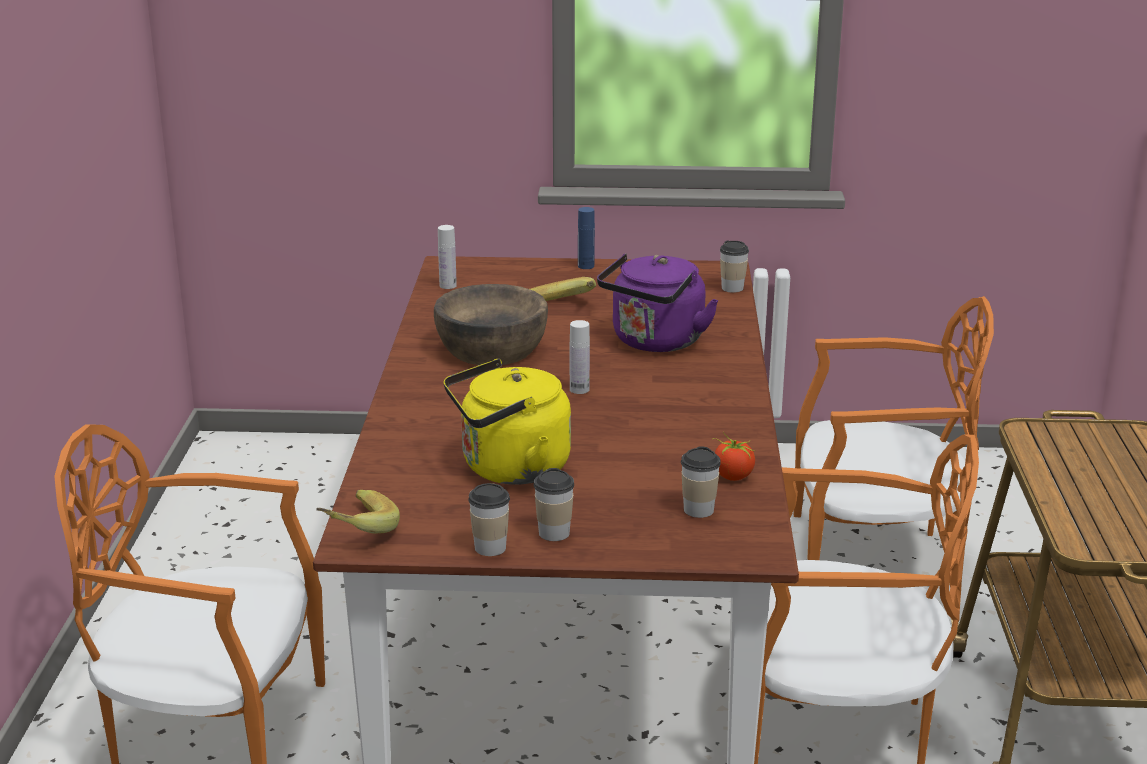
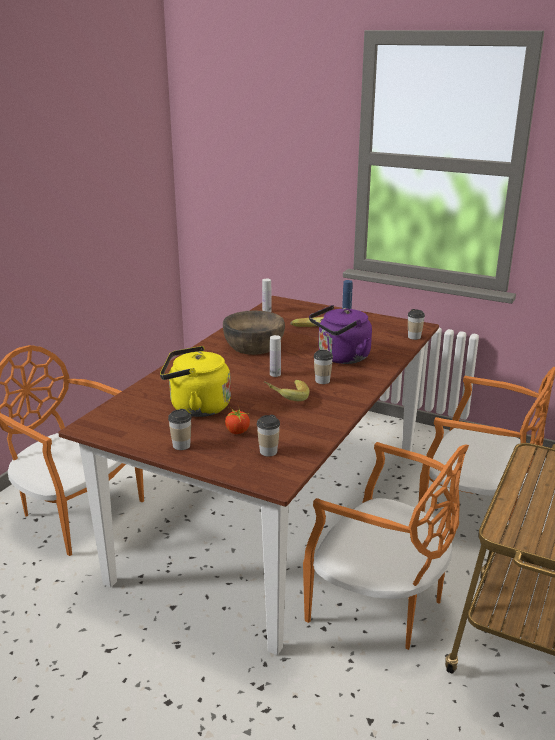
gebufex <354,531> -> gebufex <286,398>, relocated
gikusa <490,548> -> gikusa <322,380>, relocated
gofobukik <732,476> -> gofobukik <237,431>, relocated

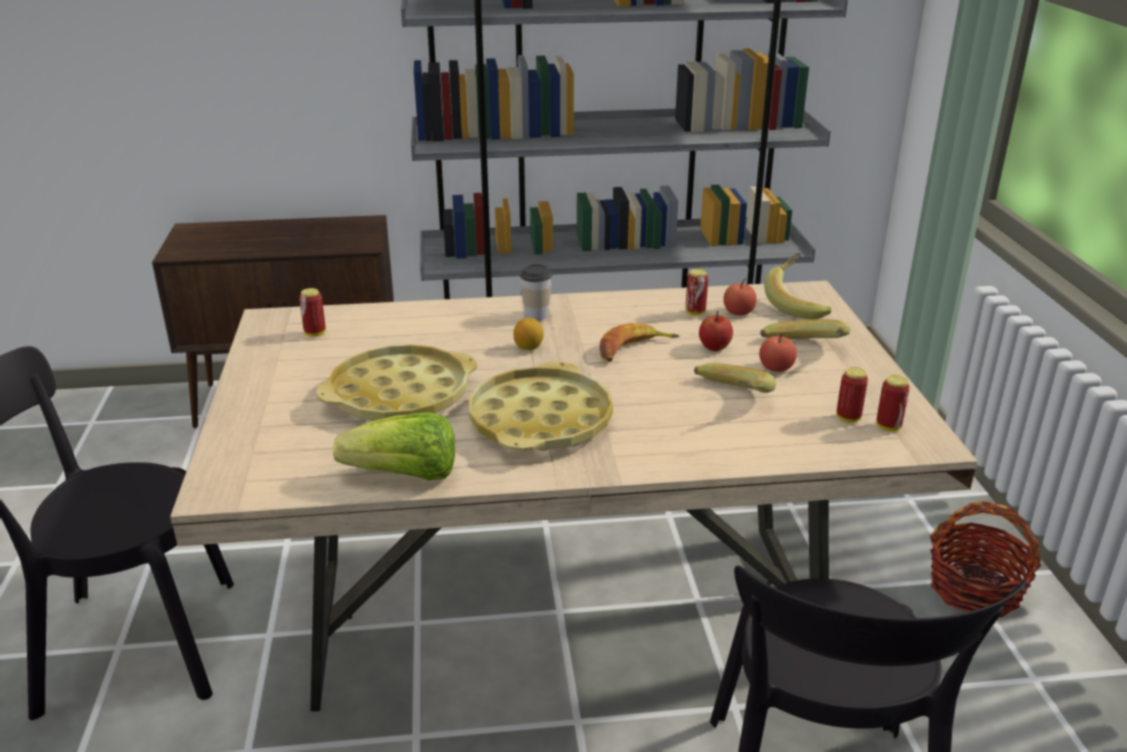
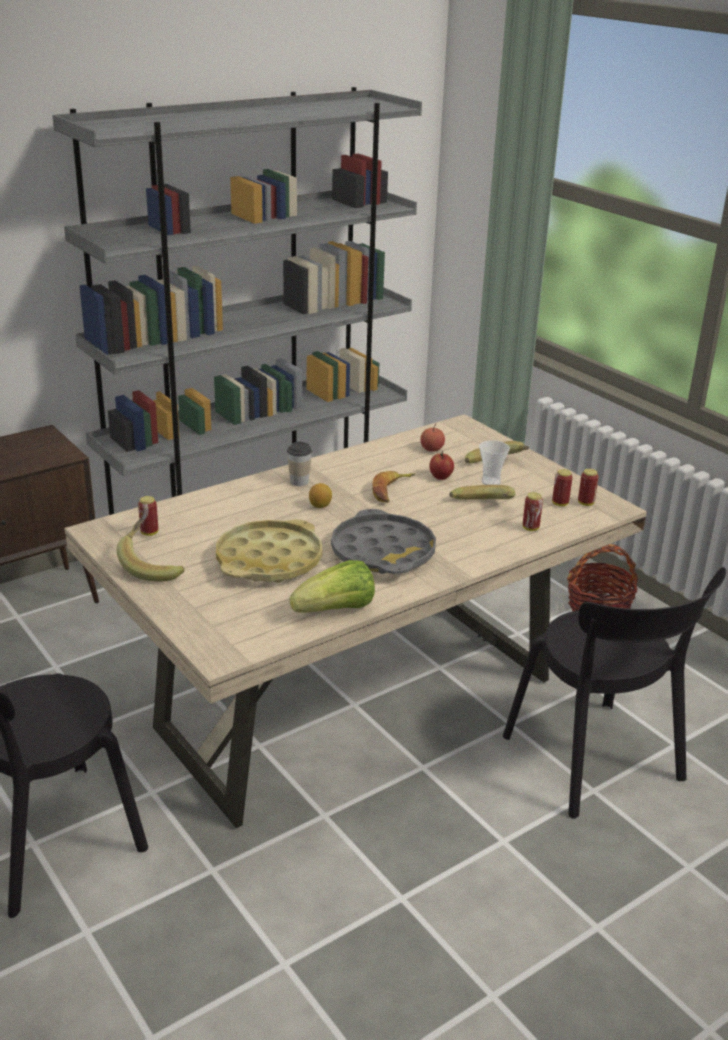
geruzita <695,313> -> geruzita <530,528>, relocated
gebufex <799,303> -> gebufex <153,565>, relocated
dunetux <776,368> -> gikusa <491,482>
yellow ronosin <541,420> -> grey ronosin <383,552>

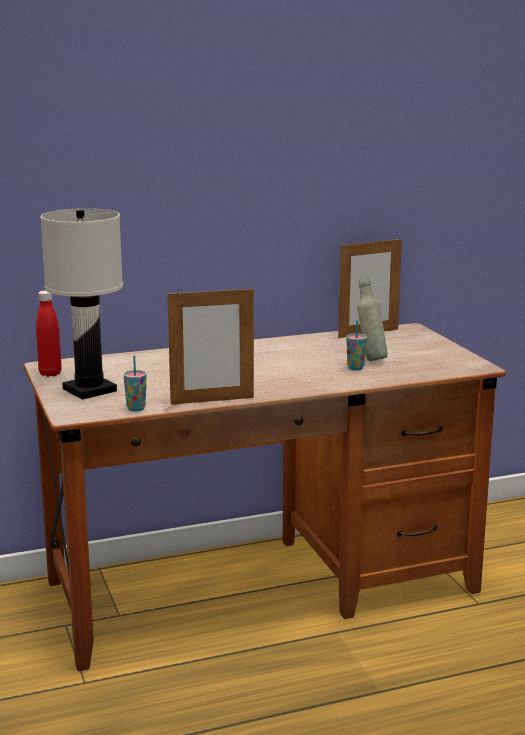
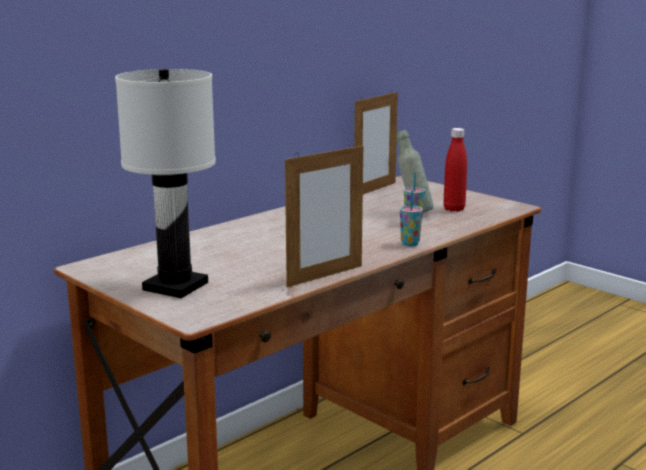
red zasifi <50,373> -> red zasifi <454,209>, relocated
gikusa <136,409> -> gikusa <410,244>, relocated

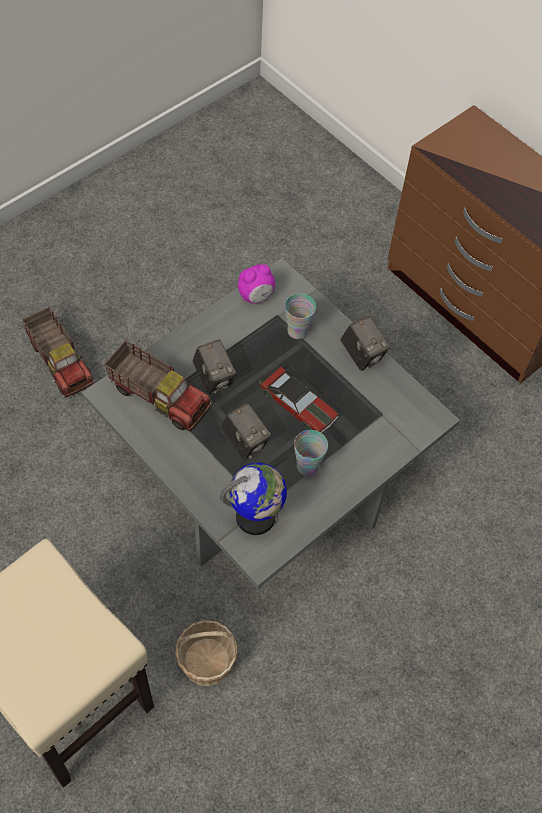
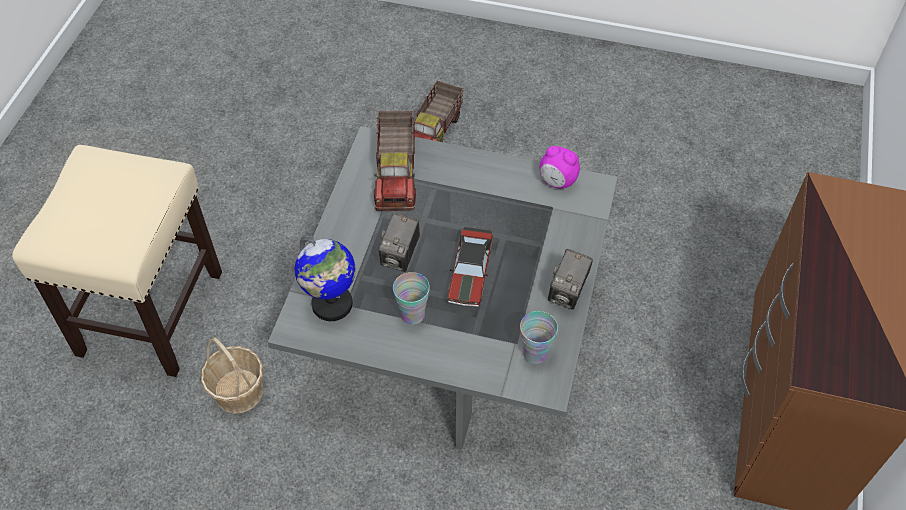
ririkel <214,378> -> none
gikusa <297,331> -> gikusa <535,353>, relocated

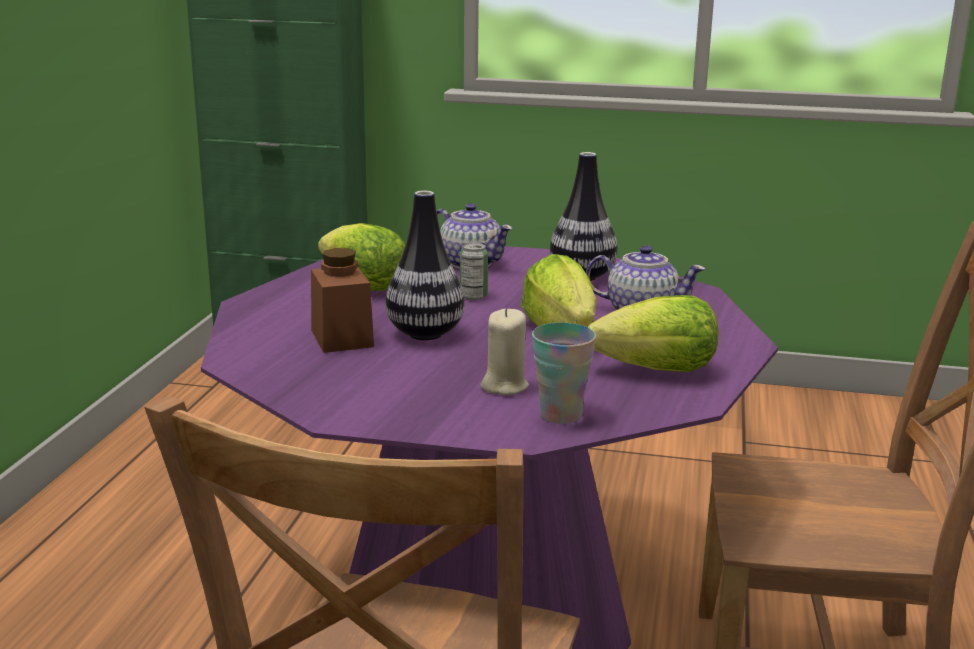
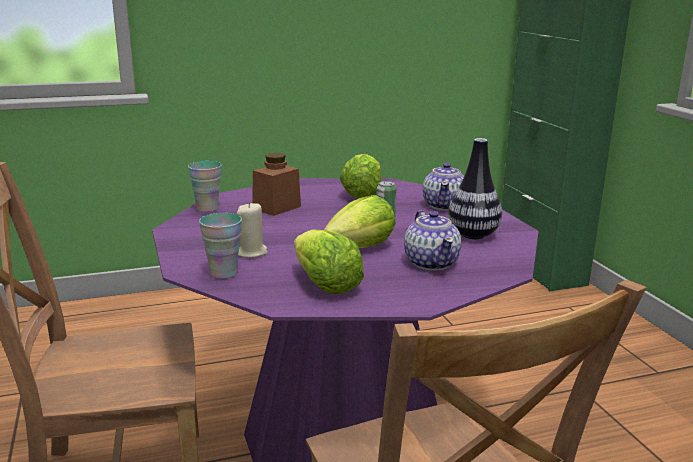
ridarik <425,334> -> none
none -> gikusa <207,208>

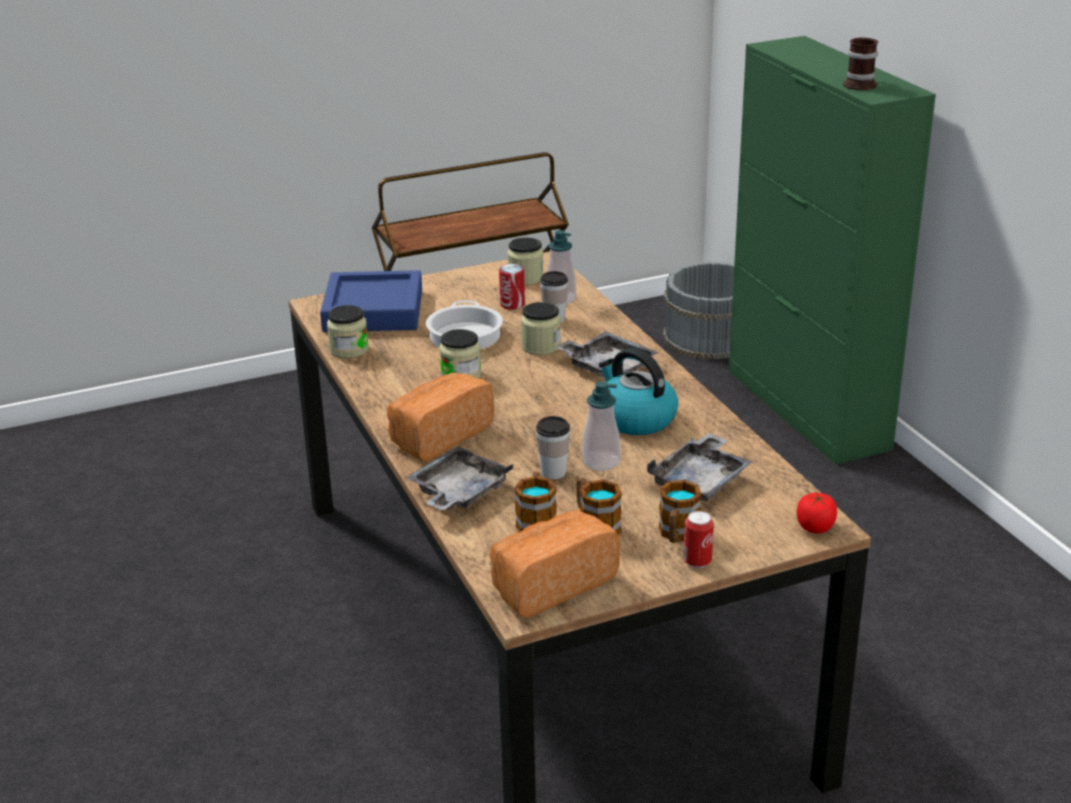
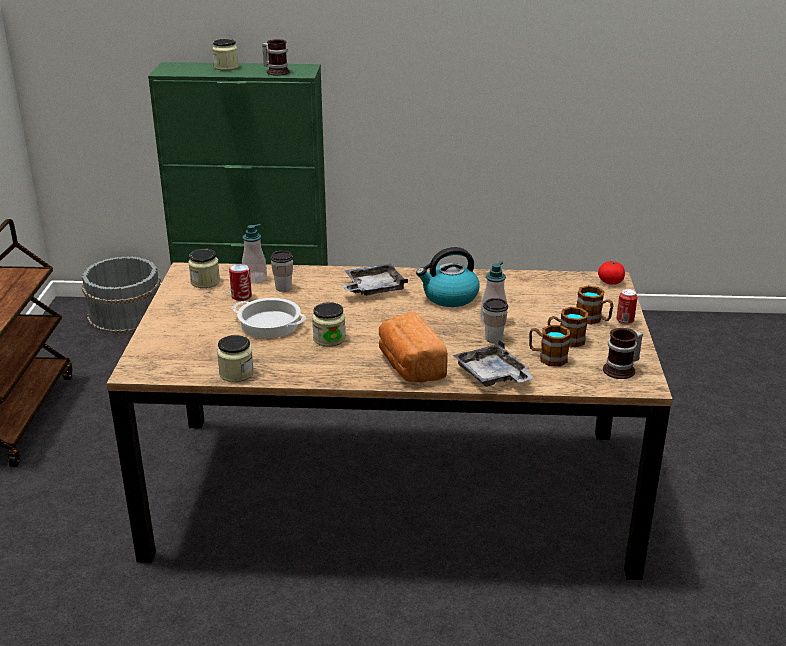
blue ronosin <373,311> -> none
grey ronosin <701,481> -> none
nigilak <541,347> -> nigilak <226,67>, relocated
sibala <550,584> -> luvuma <622,370>

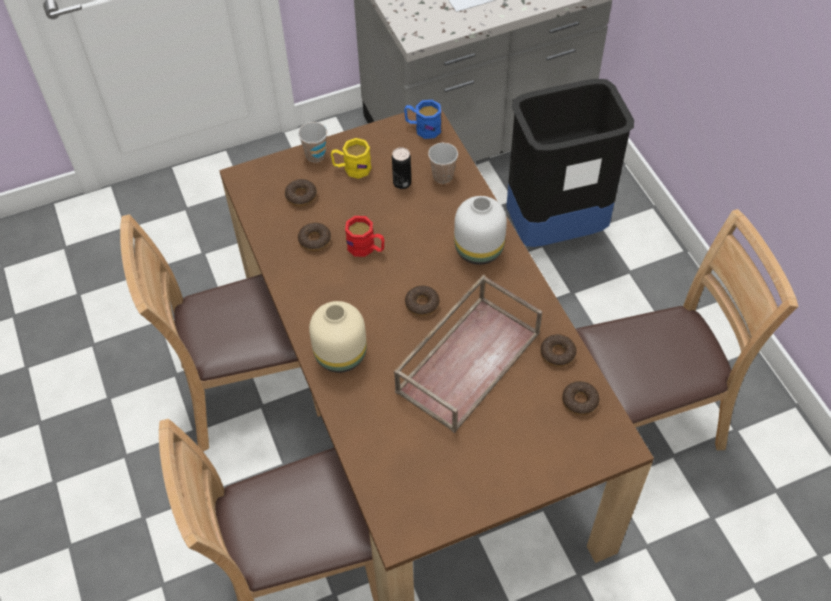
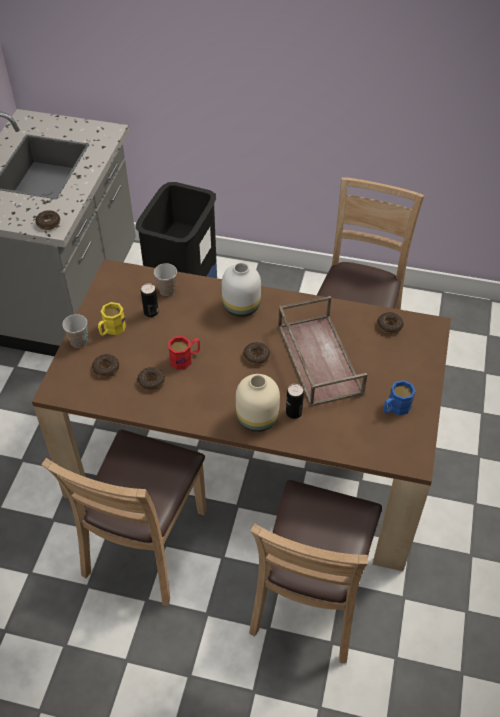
none -> geruzita <293,412>
blue luvuma <422,128> -> blue luvuma <395,408>, relocated
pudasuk <557,353> -> pudasuk <48,223>, relocated

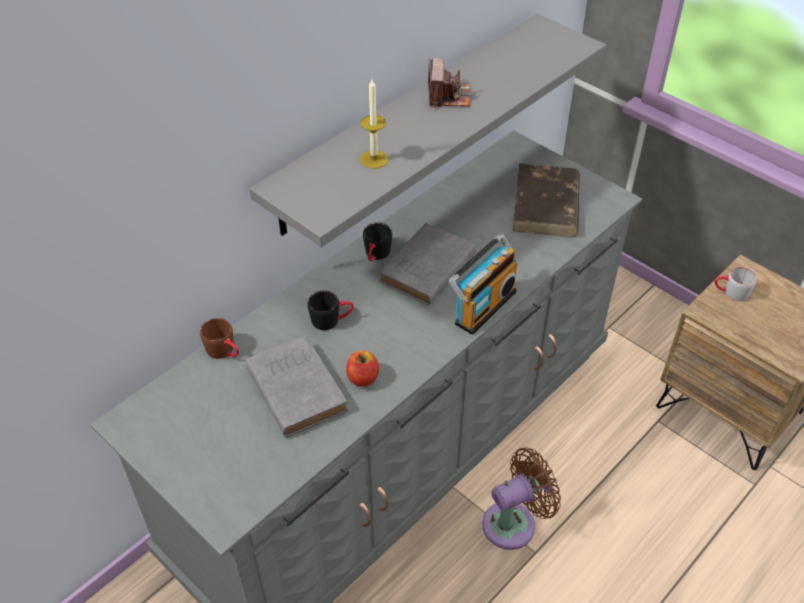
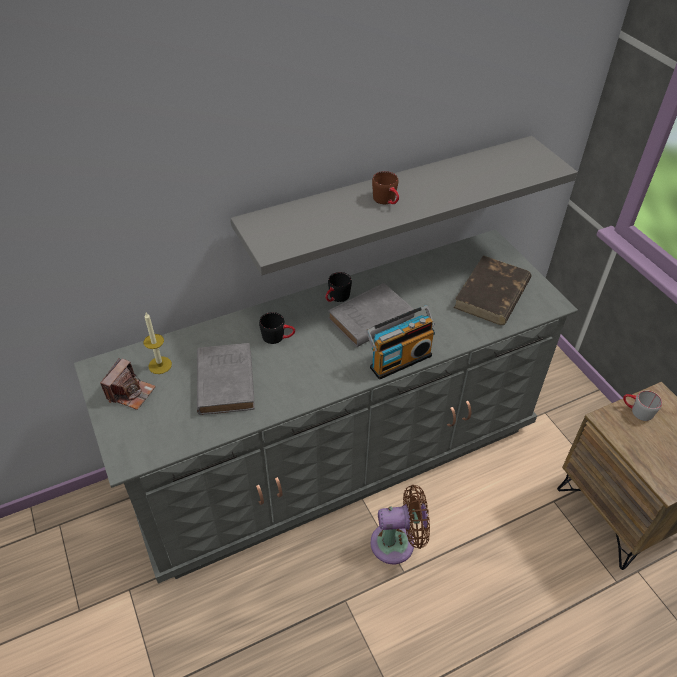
dunetux <363,378> -> none
brown luvuma <225,351> -> brown luvuma <387,201>, relocated
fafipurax <374,159> -> fafipurax <160,365>, relocated
ririkel <448,96> -> ririkel <131,393>, relocated

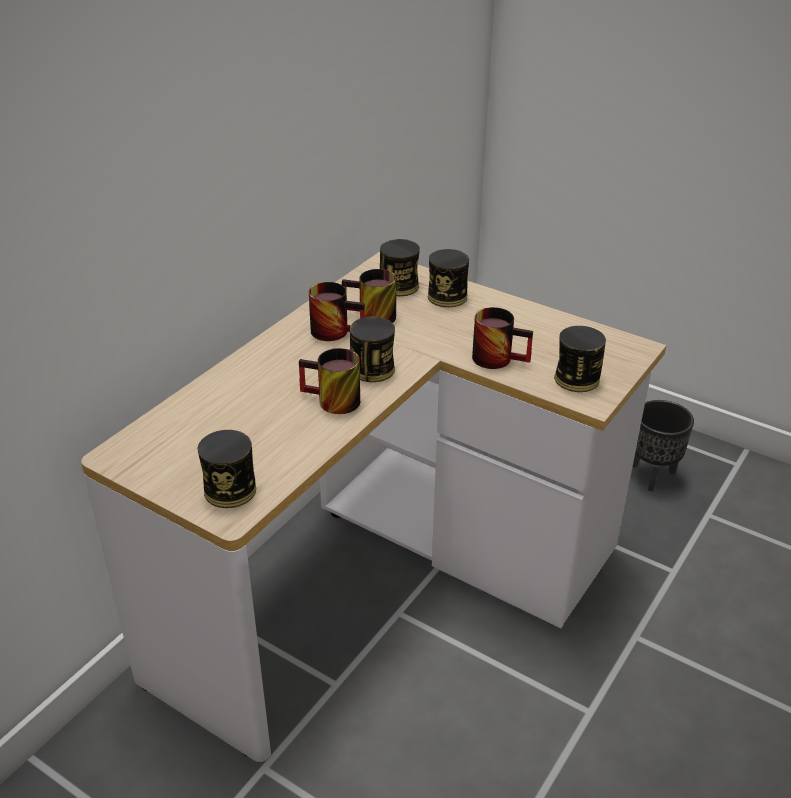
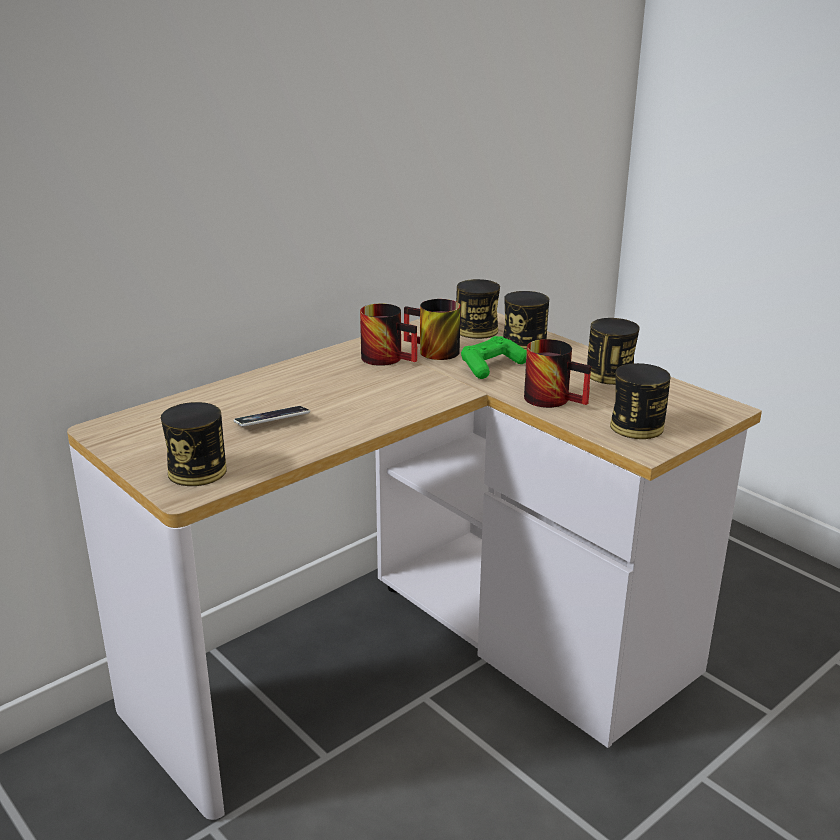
luvuma <331,402> -> none
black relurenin <653,475> -> none
none -> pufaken <272,420>
none -> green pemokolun <491,366>
geruzita <372,369> -> geruzita <610,374>, relocated

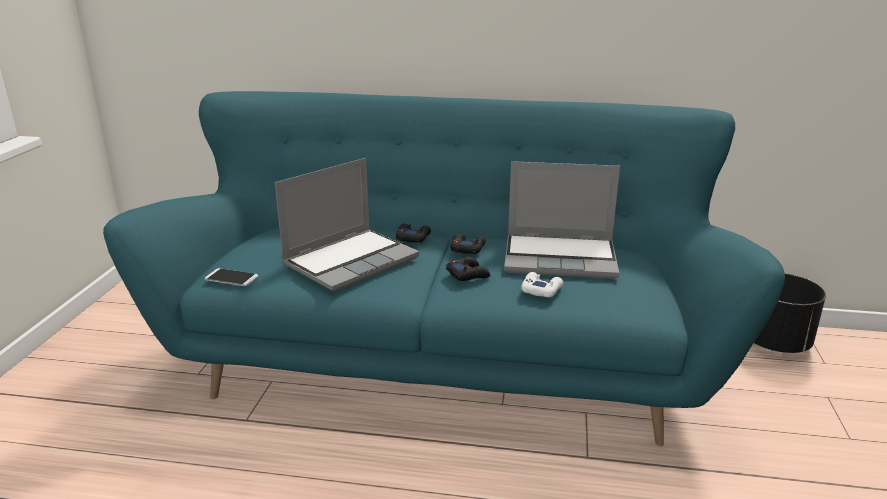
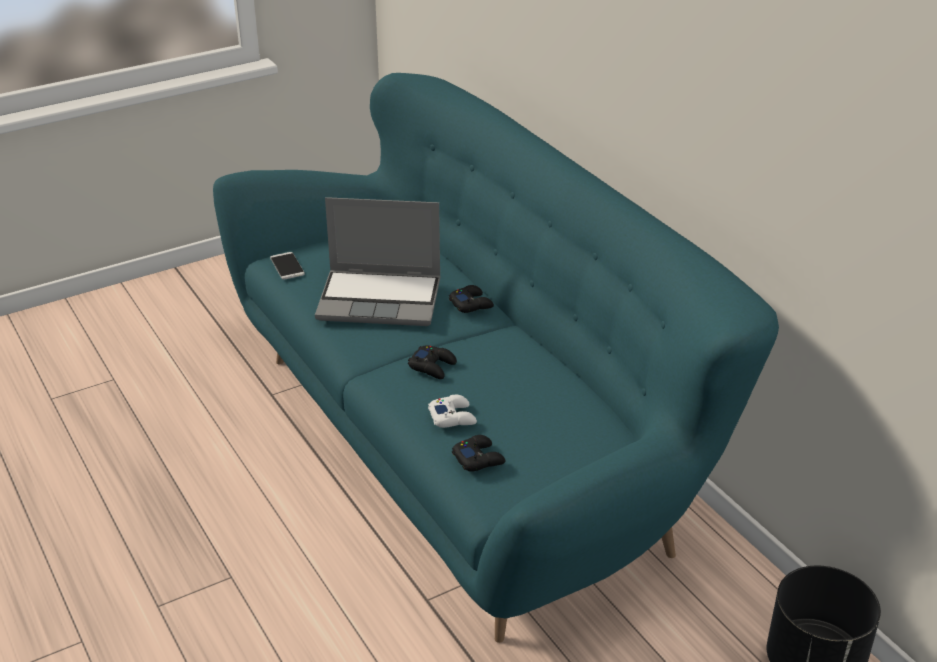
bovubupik <561,258> -> none
black pemokolun <467,248> -> black pemokolun <478,458>, relocated

